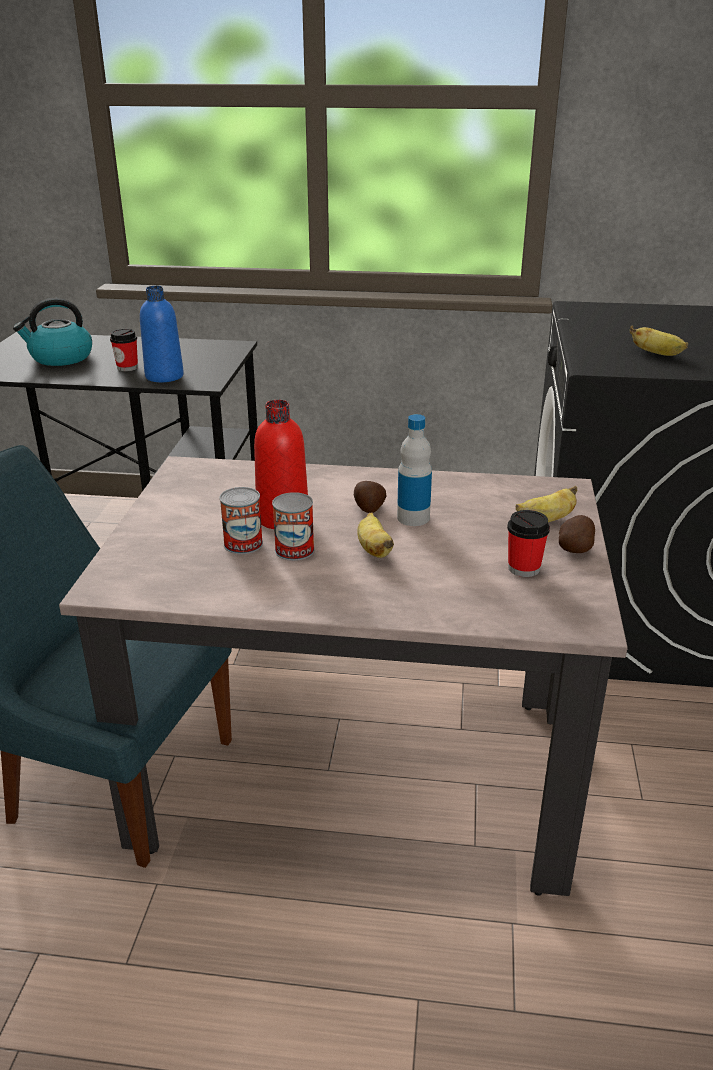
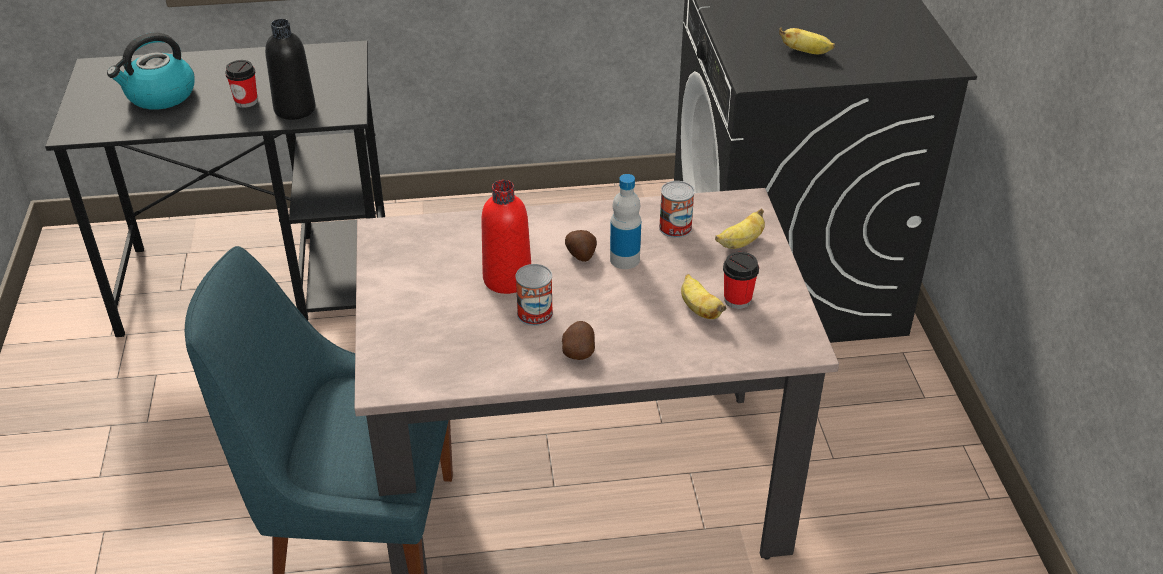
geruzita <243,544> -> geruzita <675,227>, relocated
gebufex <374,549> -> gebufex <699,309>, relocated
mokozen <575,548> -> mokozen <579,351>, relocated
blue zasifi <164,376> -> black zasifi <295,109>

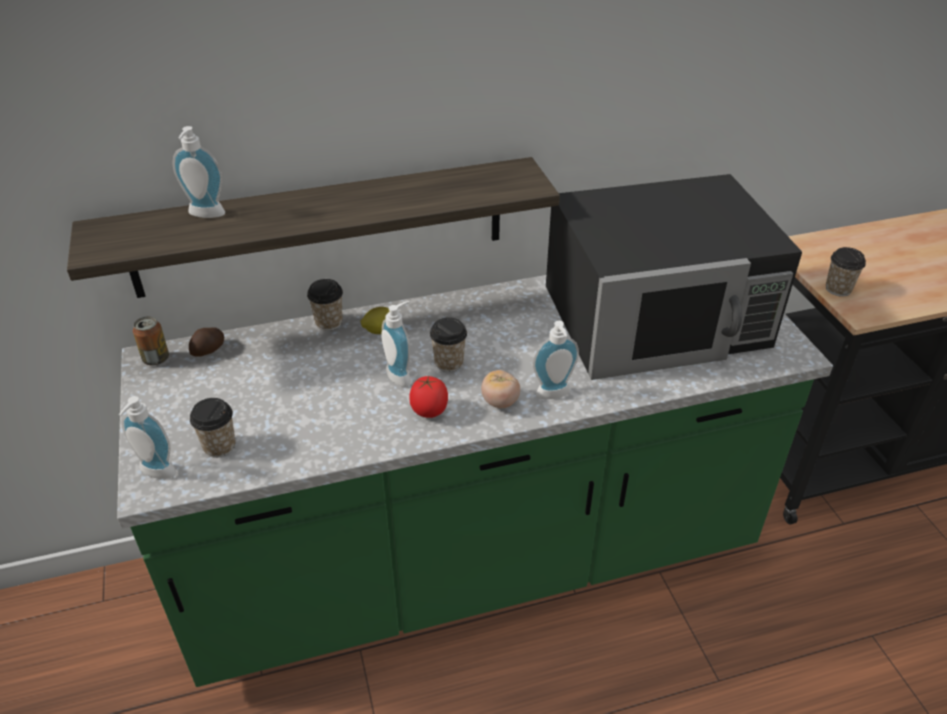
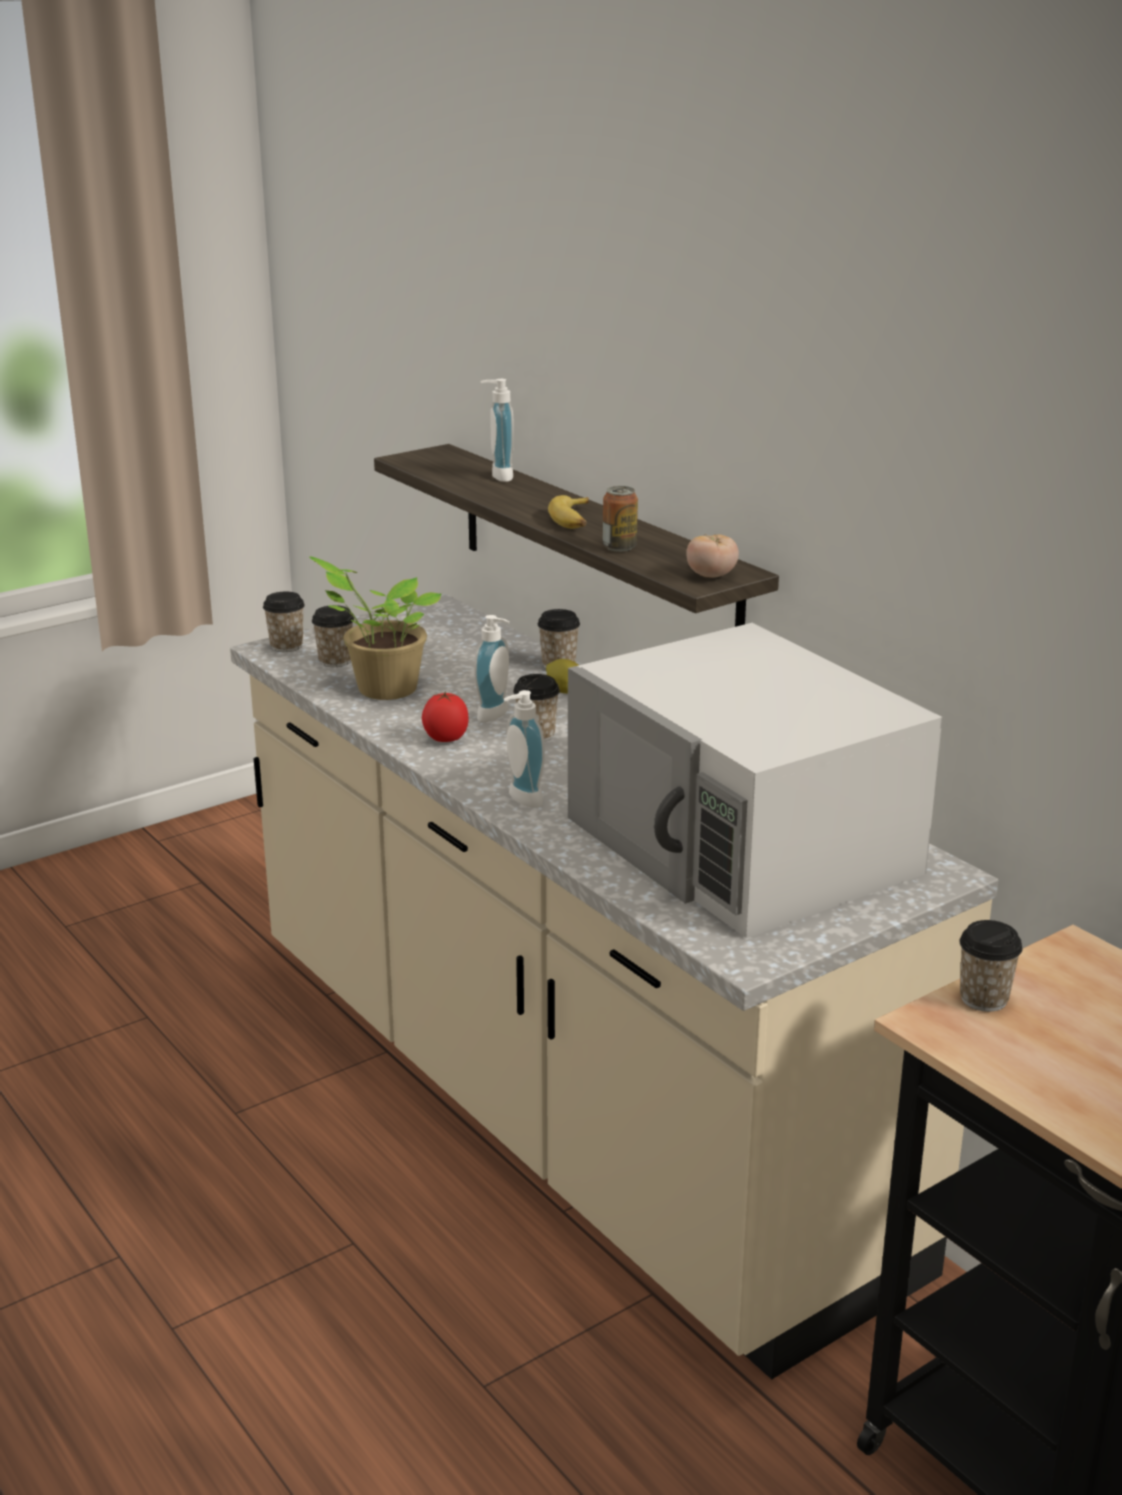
mokozen <209,350> -> none
none -> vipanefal <382,689>
none -> gebufex <573,520>
geruzita <156,359> -> geruzita <619,547>, relocated
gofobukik <500,402> -> gofobukik <711,576>, relocated
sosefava <155,474> -> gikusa <286,646>
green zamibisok <473,563> -> beige zamibisok <561,1107>
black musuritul <657,316> -> white musuritul <743,845>

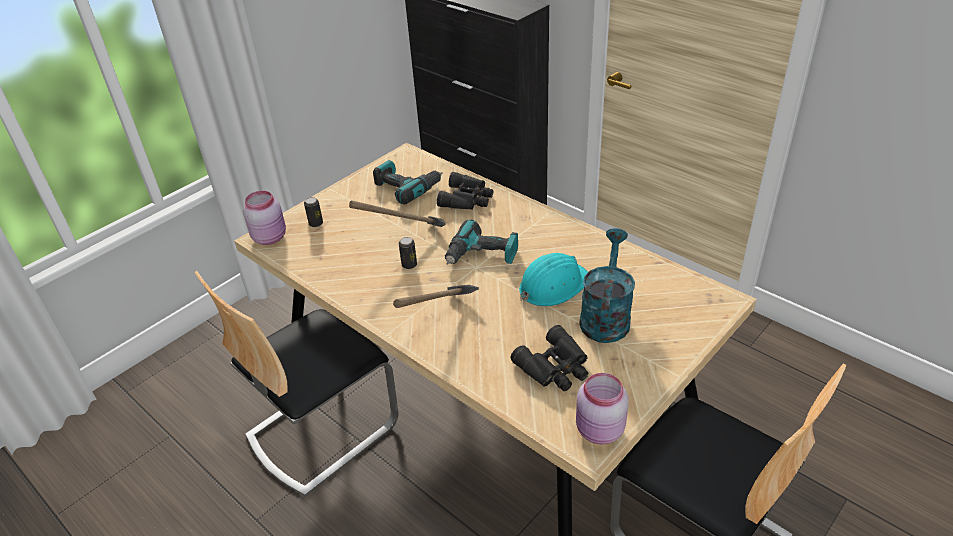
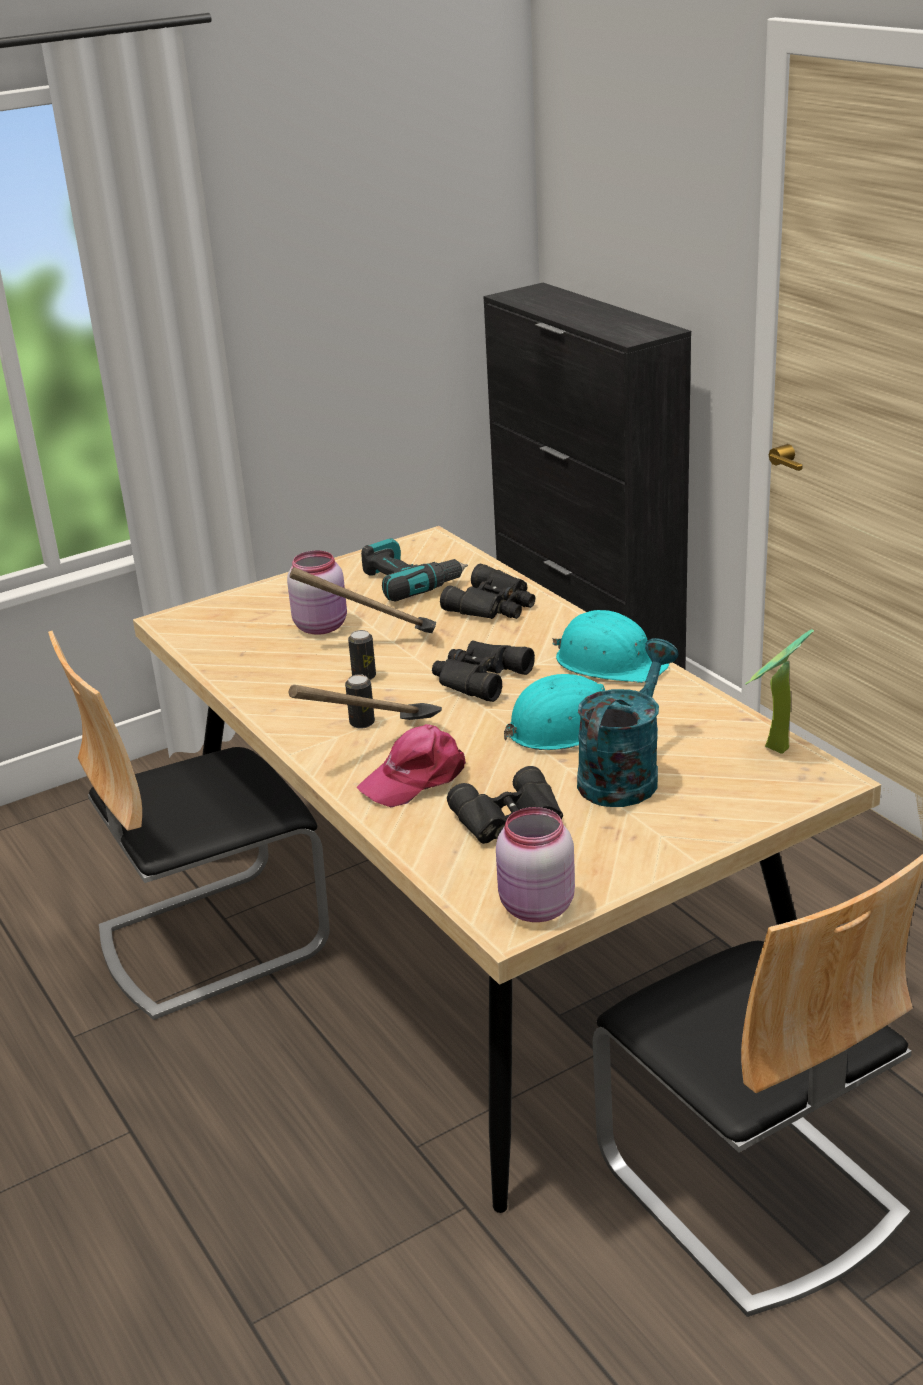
none -> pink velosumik <415,778>
none -> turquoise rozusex <609,662>
none -> vipanefal <772,750>
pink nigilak <270,237> -> pink nigilak <322,626>, relocated
geruzita <316,223> -> geruzita <362,723>, relocated
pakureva <482,256> -> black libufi <477,678>

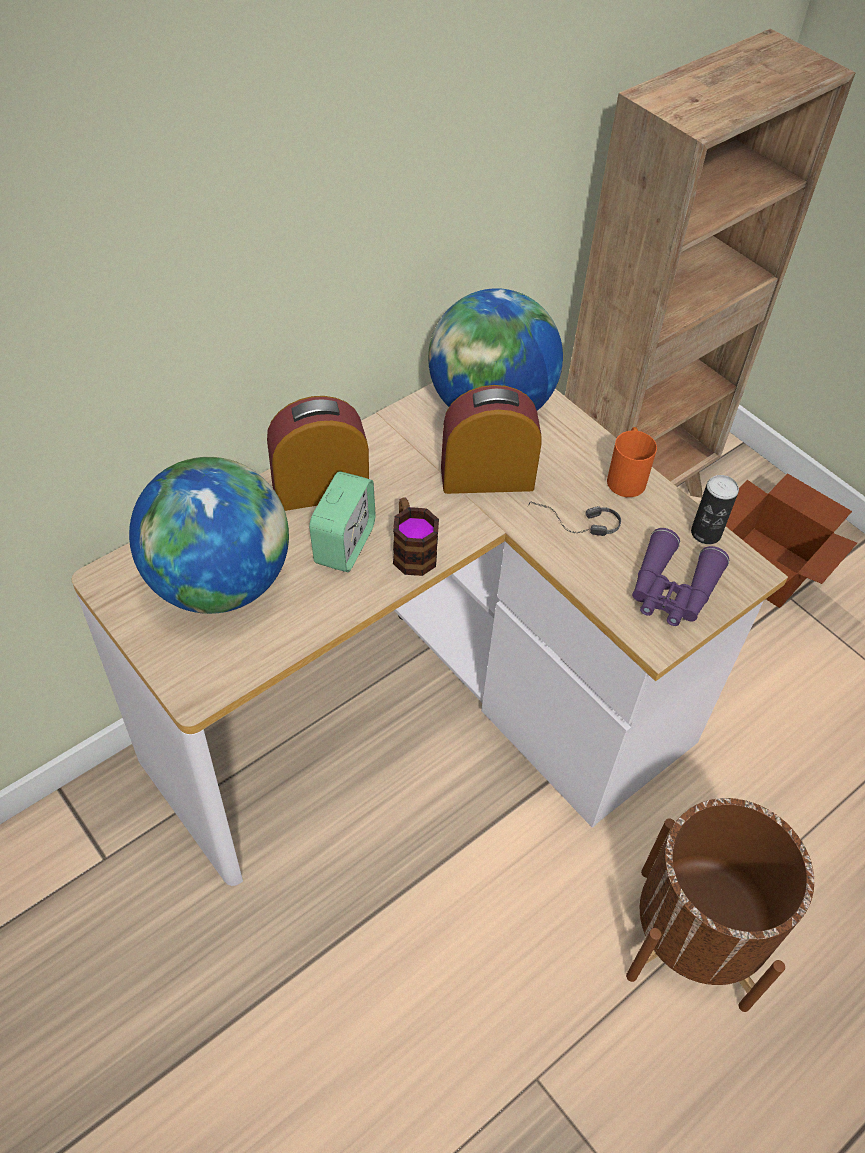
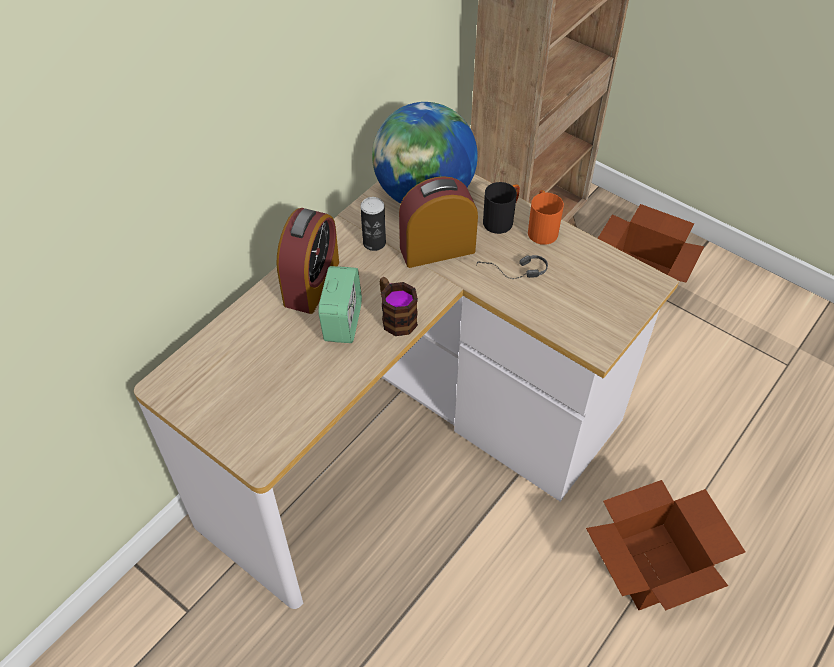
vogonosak <219,582> -> none
purple libufi <672,590> -> none
none -> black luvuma <502,220>
geruzita <706,533> -> geruzita <374,243>, relocated
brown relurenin <693,937> -> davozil <654,566>
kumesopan <320,489> -> kumesopan <311,283>, 135 degrees clockwise

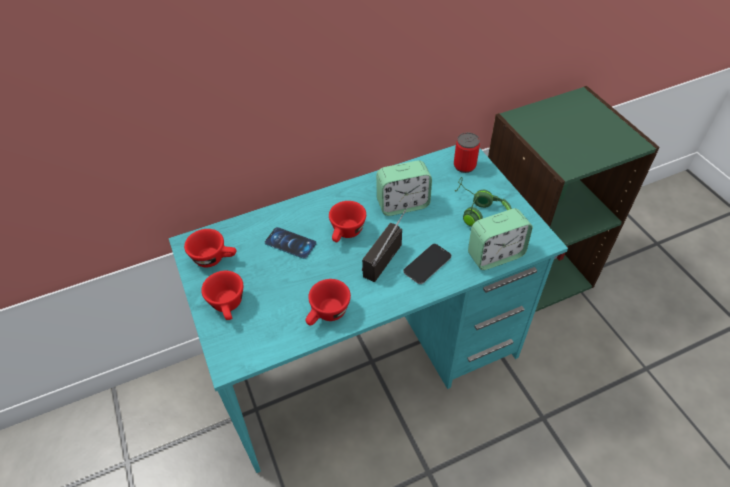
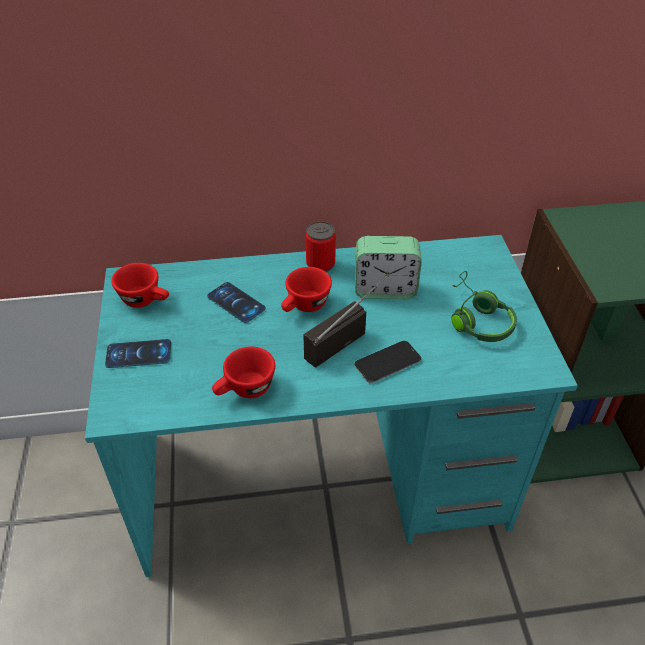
kumesopan <495,255> -> none
geruzita <464,166> -> geruzita <320,264>, relocated
red gikusa <229,306> -> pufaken <138,354>

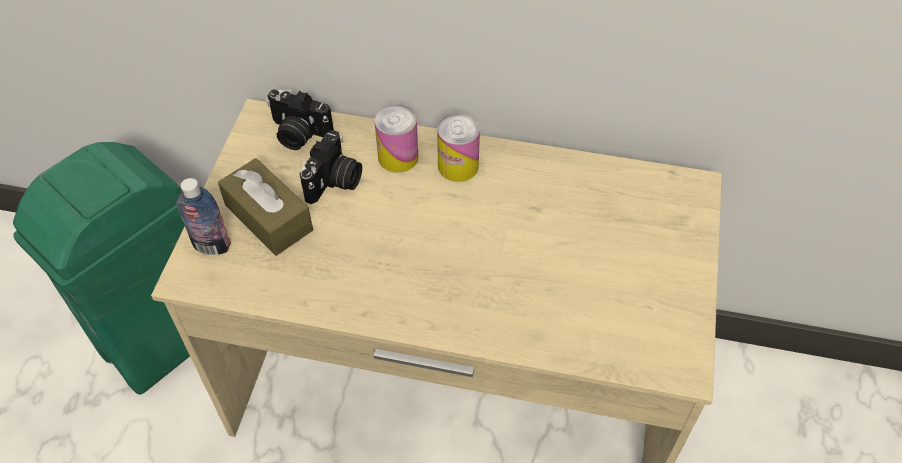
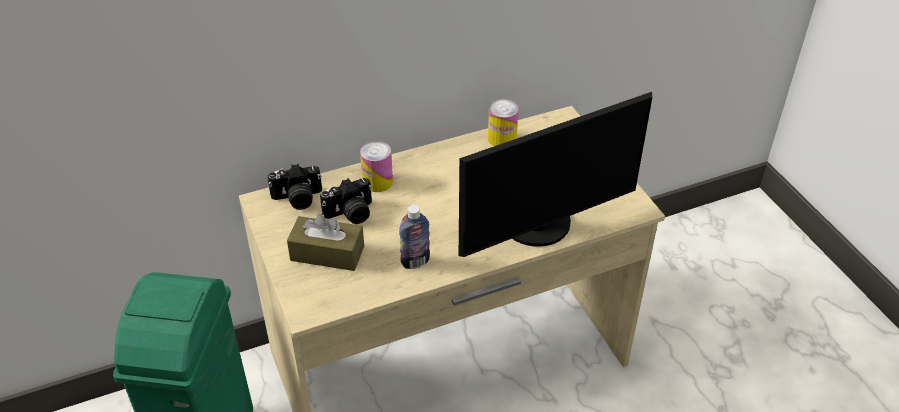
none -> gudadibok <540,226>
zasifi <212,246> -> zasifi <415,262>, relocated
geruzita <458,166> -> geruzita <502,138>, relocated
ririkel <334,182> -> ririkel <350,214>, 75 degrees clockwise

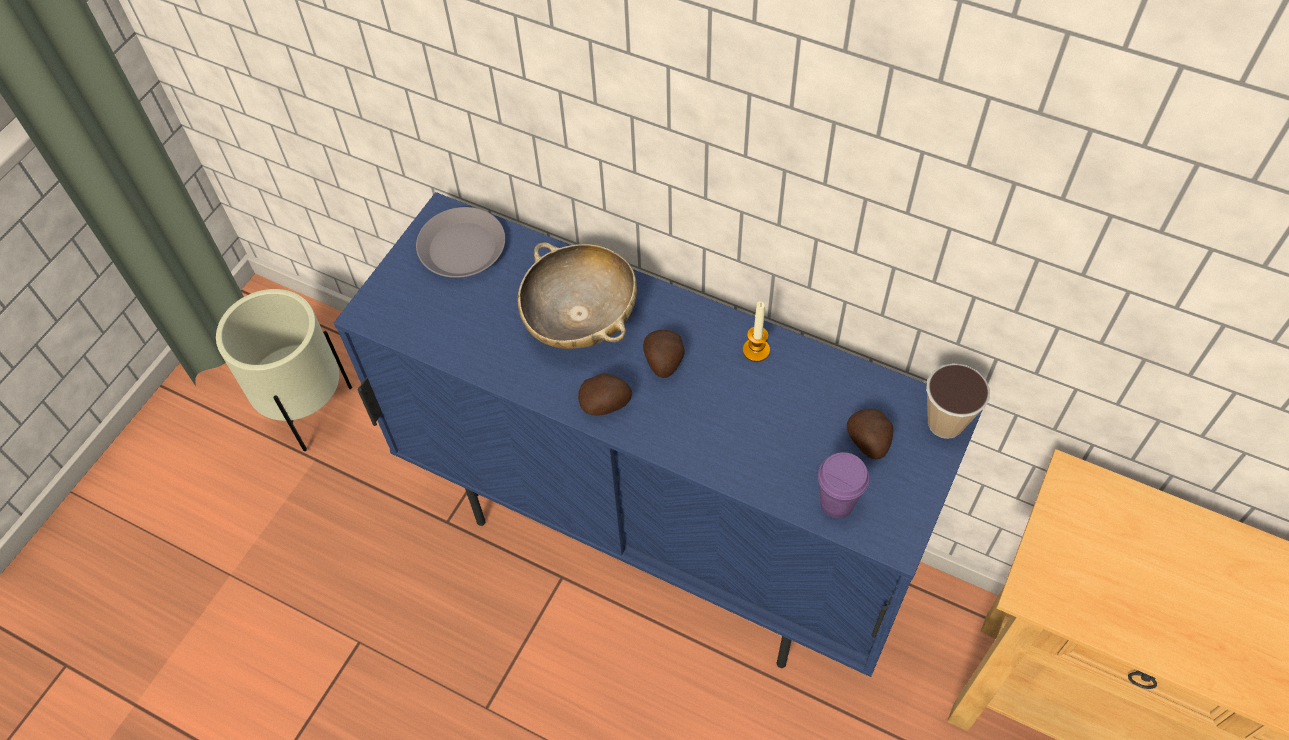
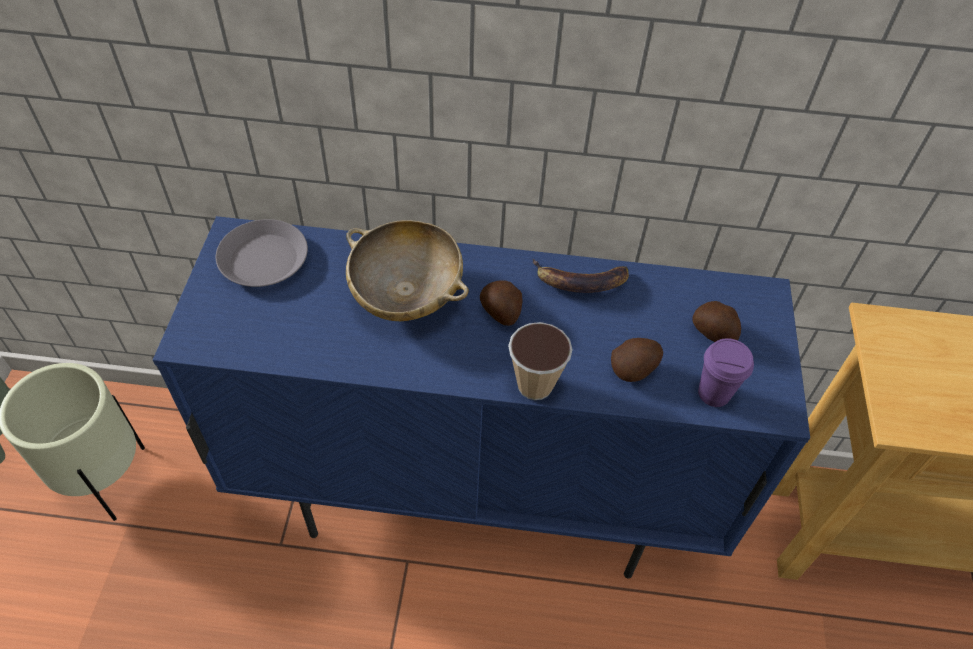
mokozen <606,404> -> mokozen <634,369>, relocated
gikusa <945,423> -> gikusa <535,385>, relocated
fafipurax <756,350> -> gebufex <579,282>

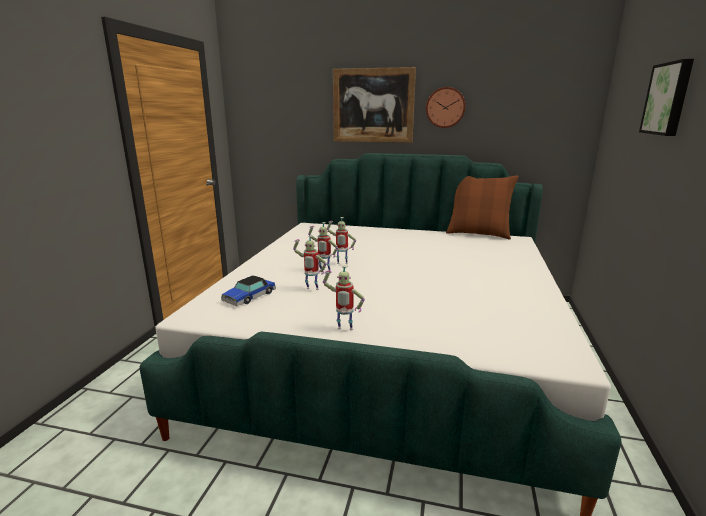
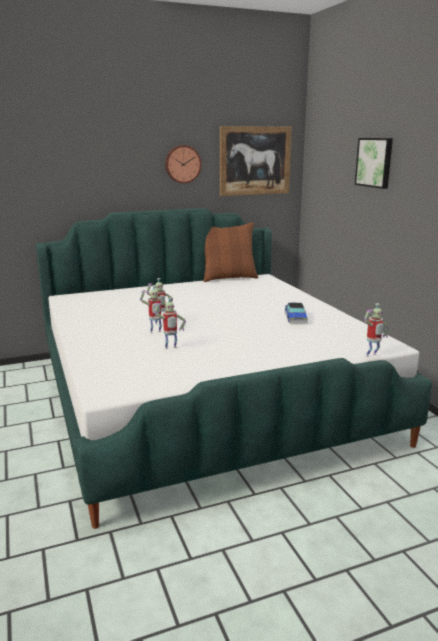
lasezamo <249,297> -> lasezamo <295,318>, relocated
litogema <344,330> -> litogema <372,356>, relocated
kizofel <373,106> -> kizofel <255,161>, relocated

